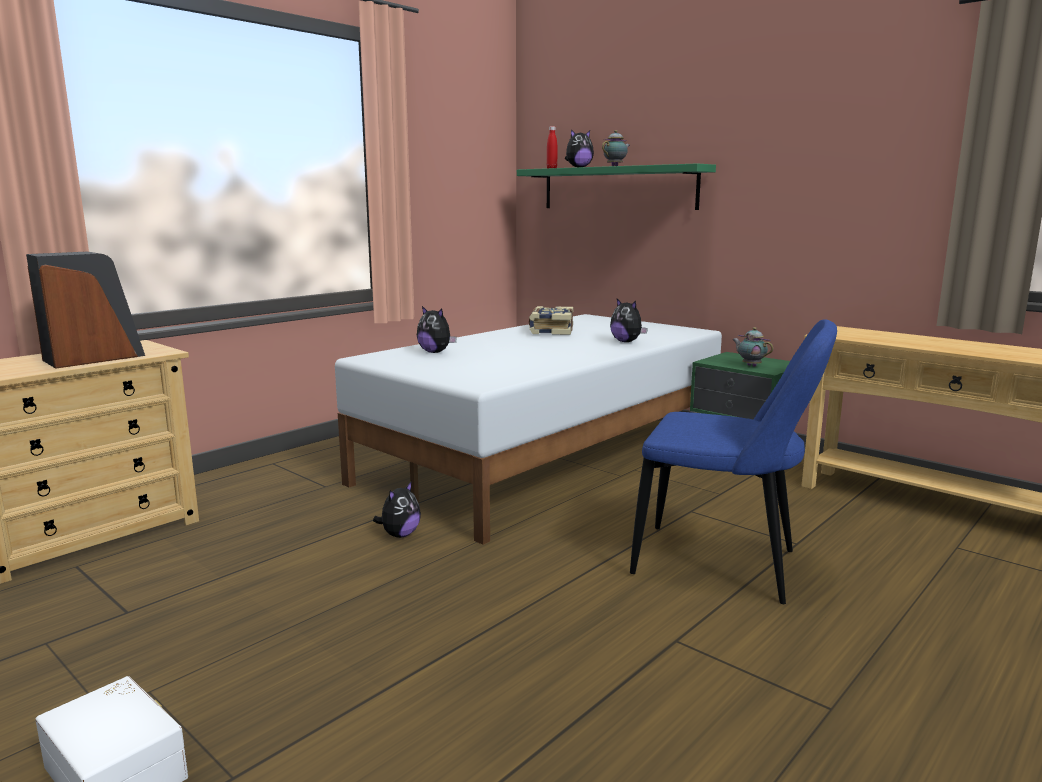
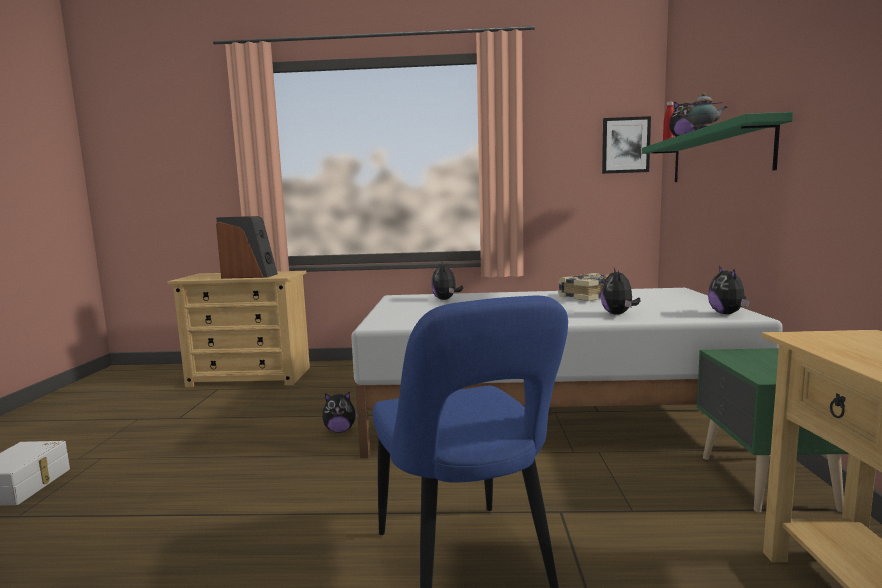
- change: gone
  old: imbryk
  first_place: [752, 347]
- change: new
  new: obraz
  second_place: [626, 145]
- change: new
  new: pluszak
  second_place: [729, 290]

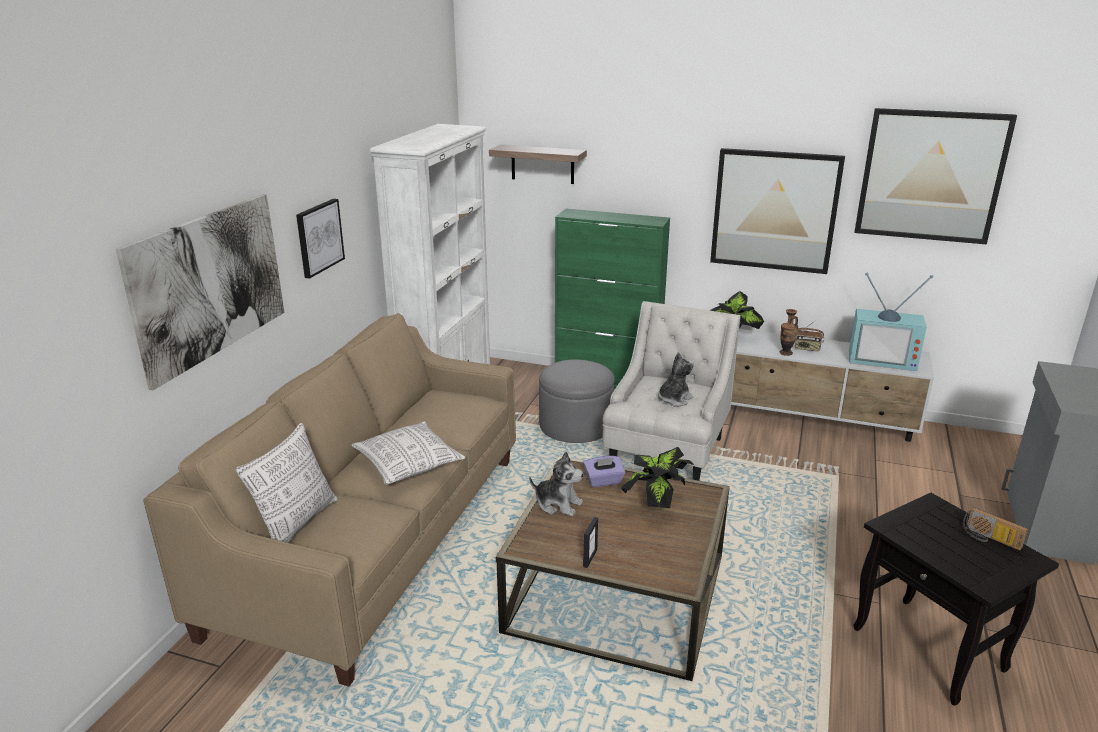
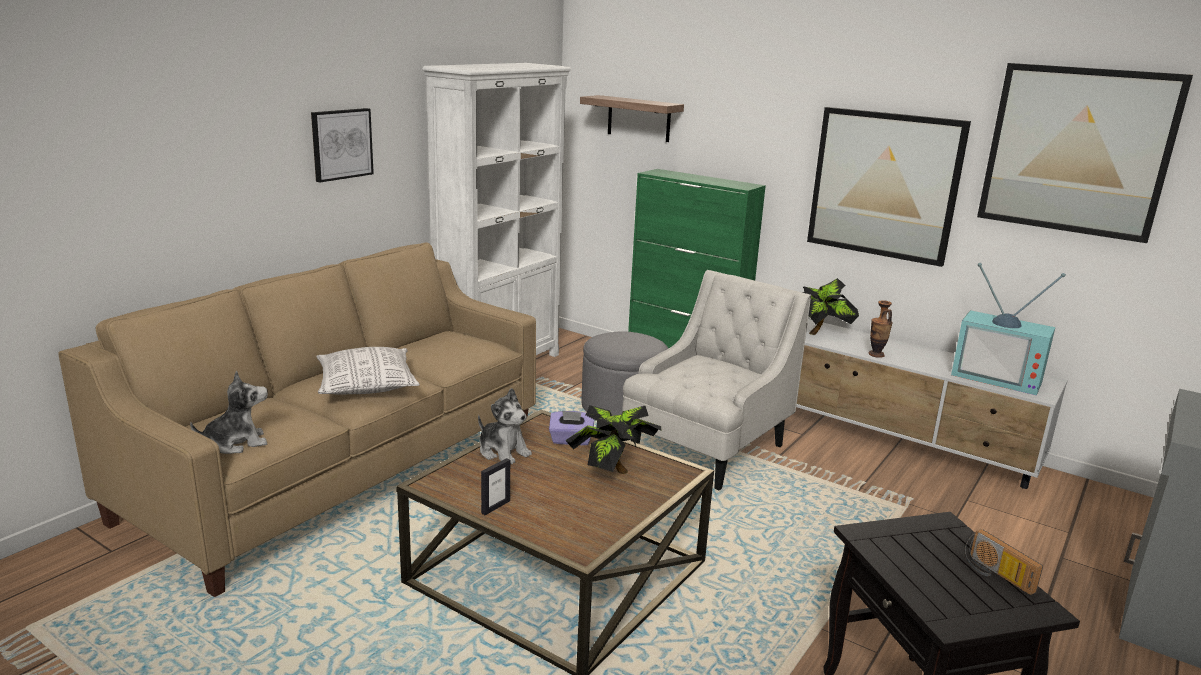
- change: gone
  old: obraz
  first_place: [200, 292]
- change: gone
  old: poduszka
  first_place: [287, 483]
- change: gone
  old: radio
  first_place: [809, 335]
- change: shifted
  old: pluszak
  first_place: [676, 379]
  second_place: [229, 412]

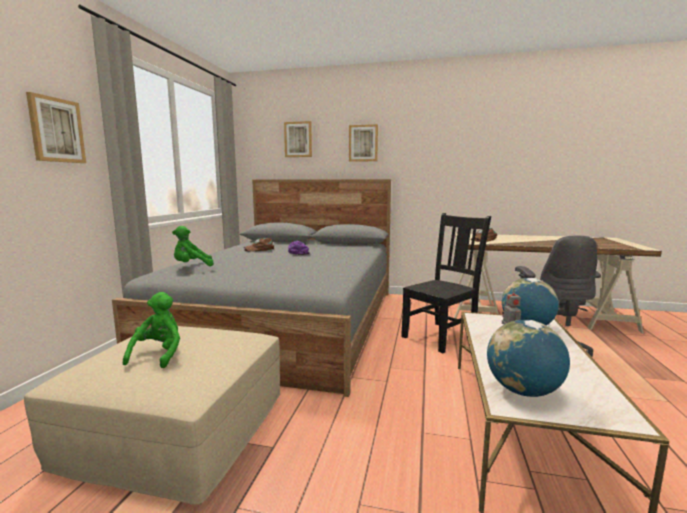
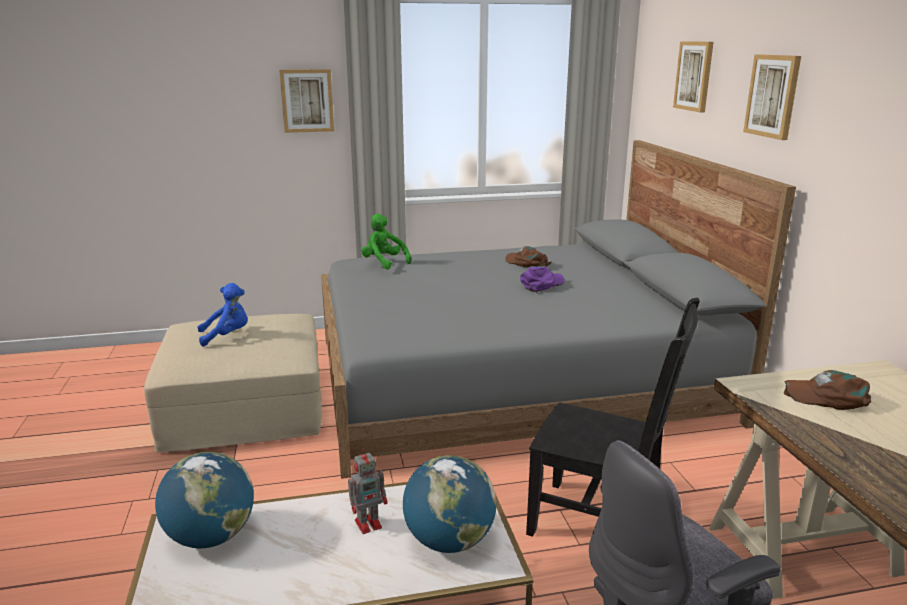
- change: repainted
  old: pluszak [zielony]
  new: pluszak [niebieski]
  first_place: [151, 330]
  second_place: [222, 315]

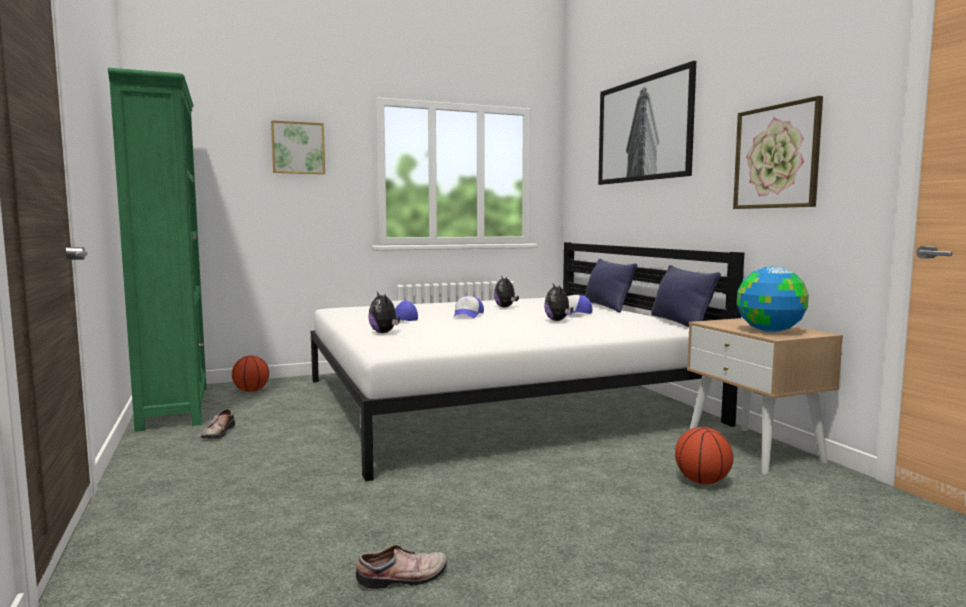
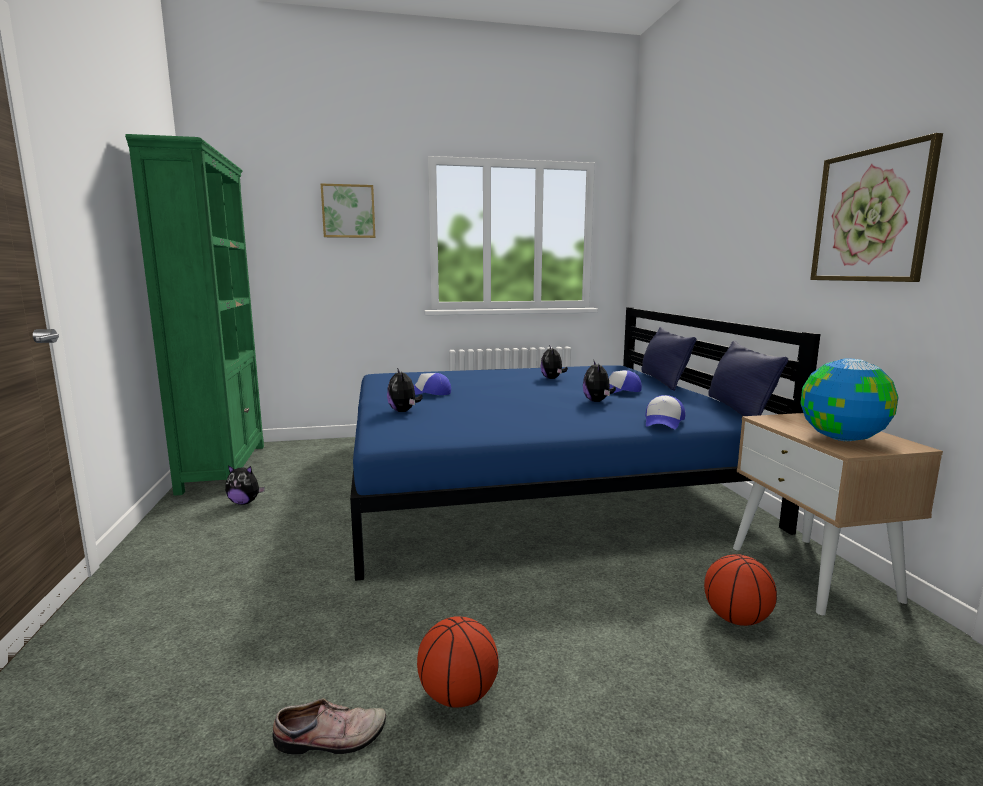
- change: gone
  old: obraz
  first_place: [647, 123]
- change: shifted
  old: piłka do koszykówki
  first_place: [250, 373]
  second_place: [458, 662]
- change: shifted
  old: czapka z daszkiem
  first_place: [469, 307]
  second_place: [665, 412]
- change: swapped
  old: but
  new: pluszak
  first_place: [218, 424]
  second_place: [245, 485]
- change: repainted
  old: łóżko [biały]
  new: łóżko [niebieski]
  first_place: [527, 361]
  second_place: [585, 444]

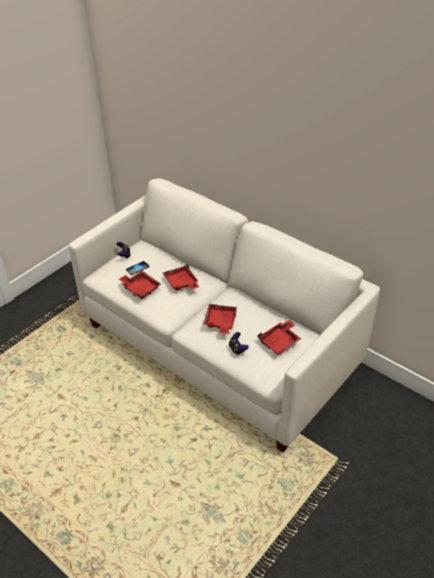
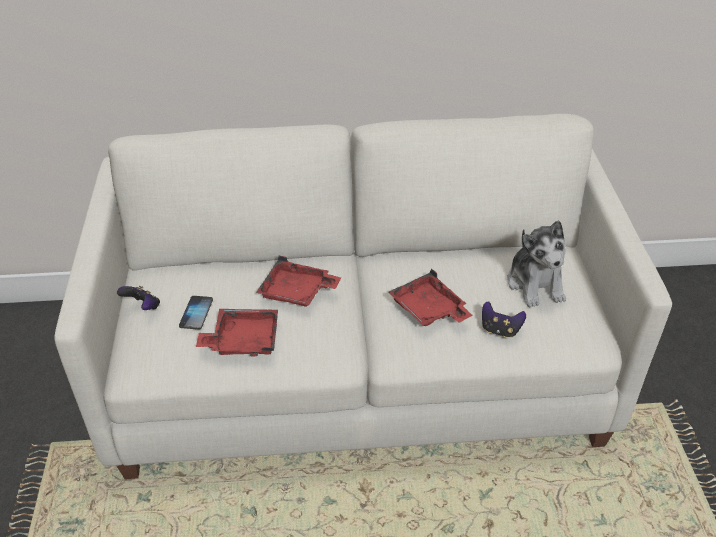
- change: swapped
  old: taca [czerwony]
  new: pluszak
  first_place: [279, 337]
  second_place: [537, 264]

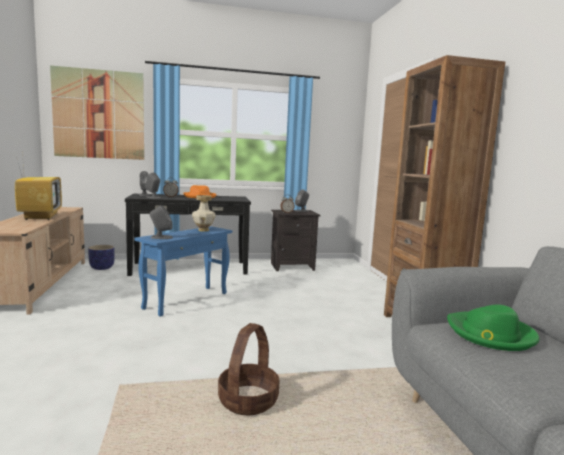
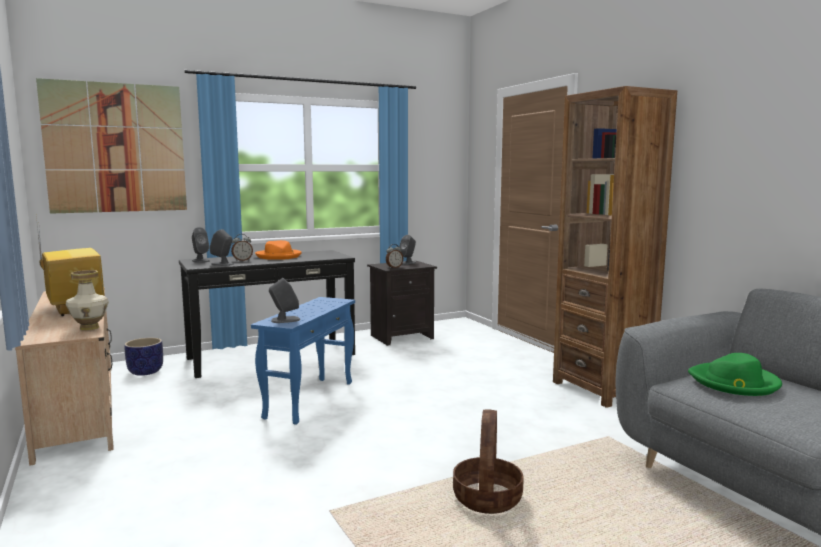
- change: shifted
  old: wazon
  first_place: [204, 213]
  second_place: [87, 300]

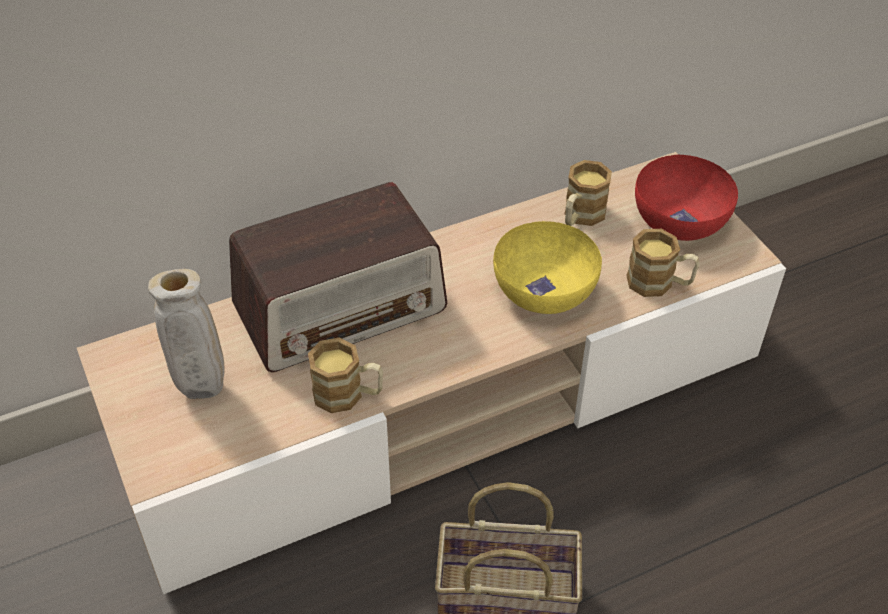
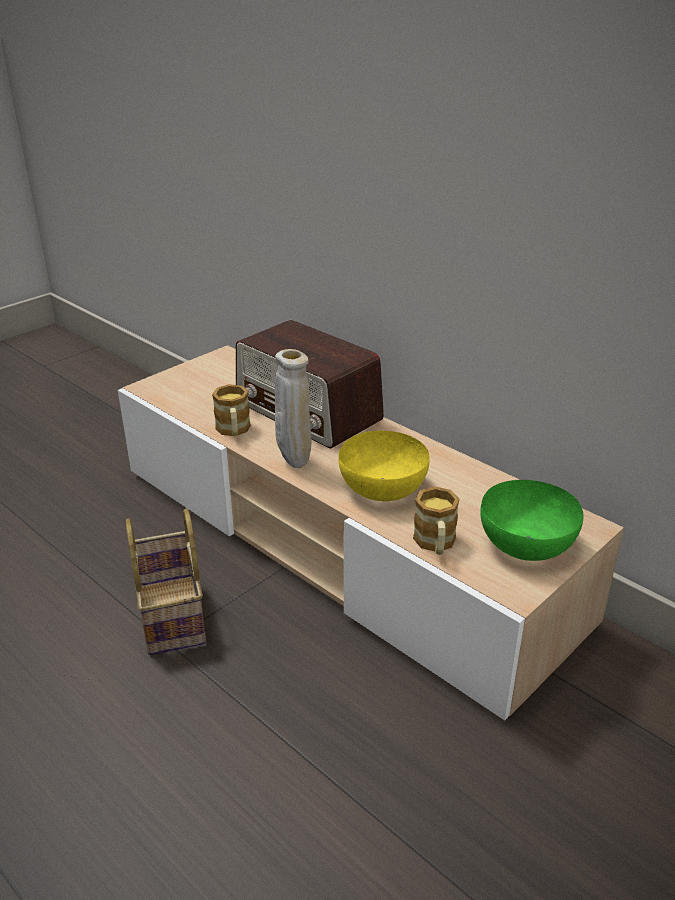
- change: gone
  old: kubek
  first_place: [588, 193]
- change: shifted
  old: wazon [beżowy]
  first_place: [186, 334]
  second_place: [293, 408]
- change: repainted
  old: miska [czerwony]
  new: miska [zielony]
  first_place: [686, 198]
  second_place: [532, 520]

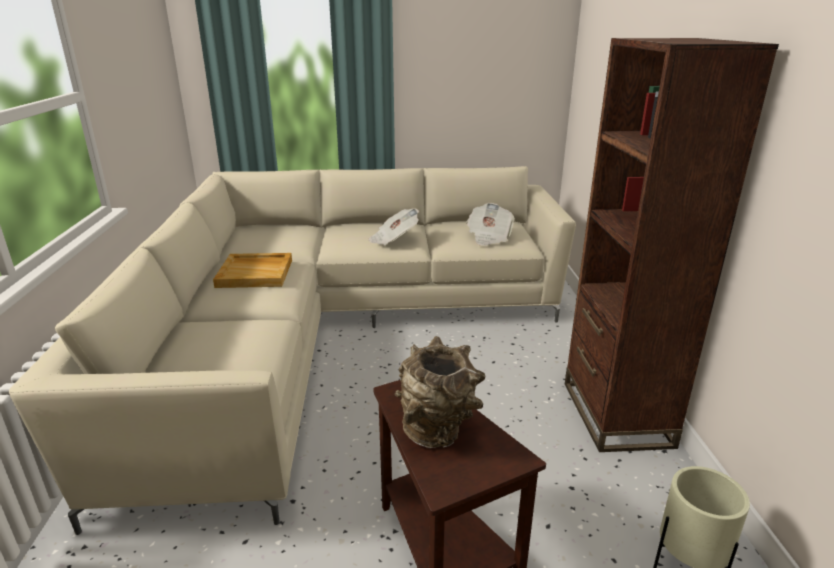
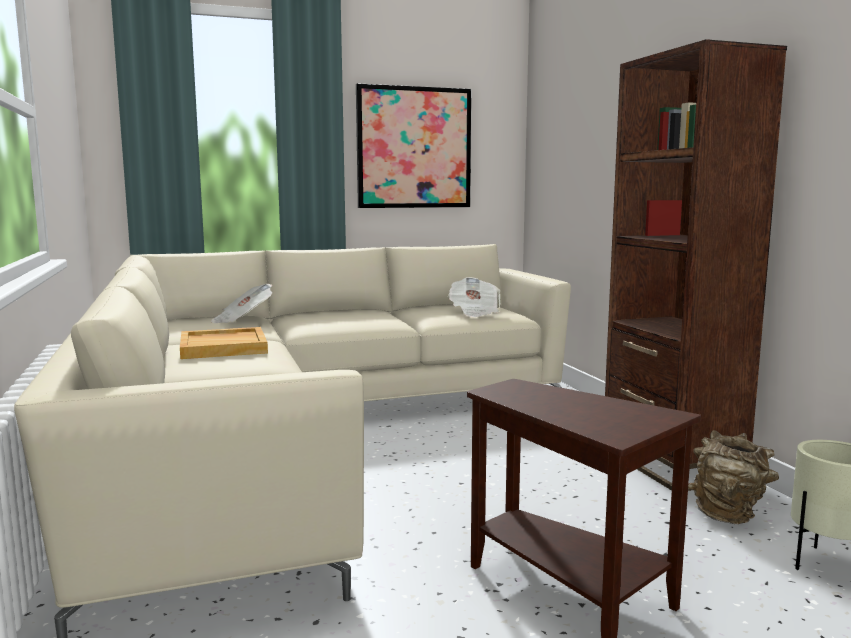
- change: new
  new: obraz
  second_place: [413, 145]
- change: shifted
  old: gazeta
  first_place: [393, 227]
  second_place: [241, 303]
- change: shifted
  old: wazon [brązowy]
  first_place: [440, 392]
  second_place: [733, 477]

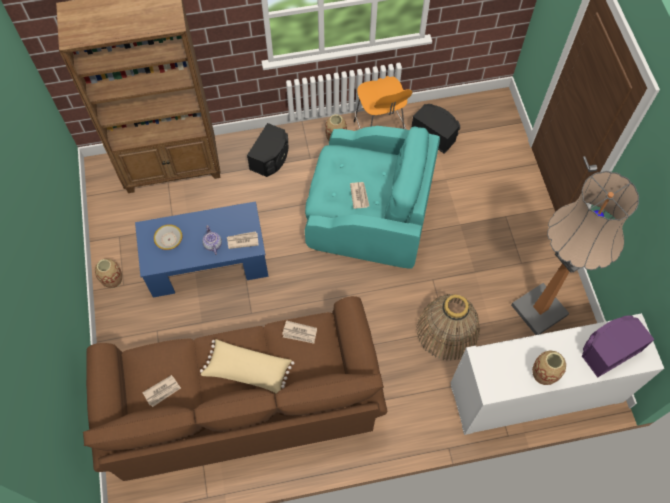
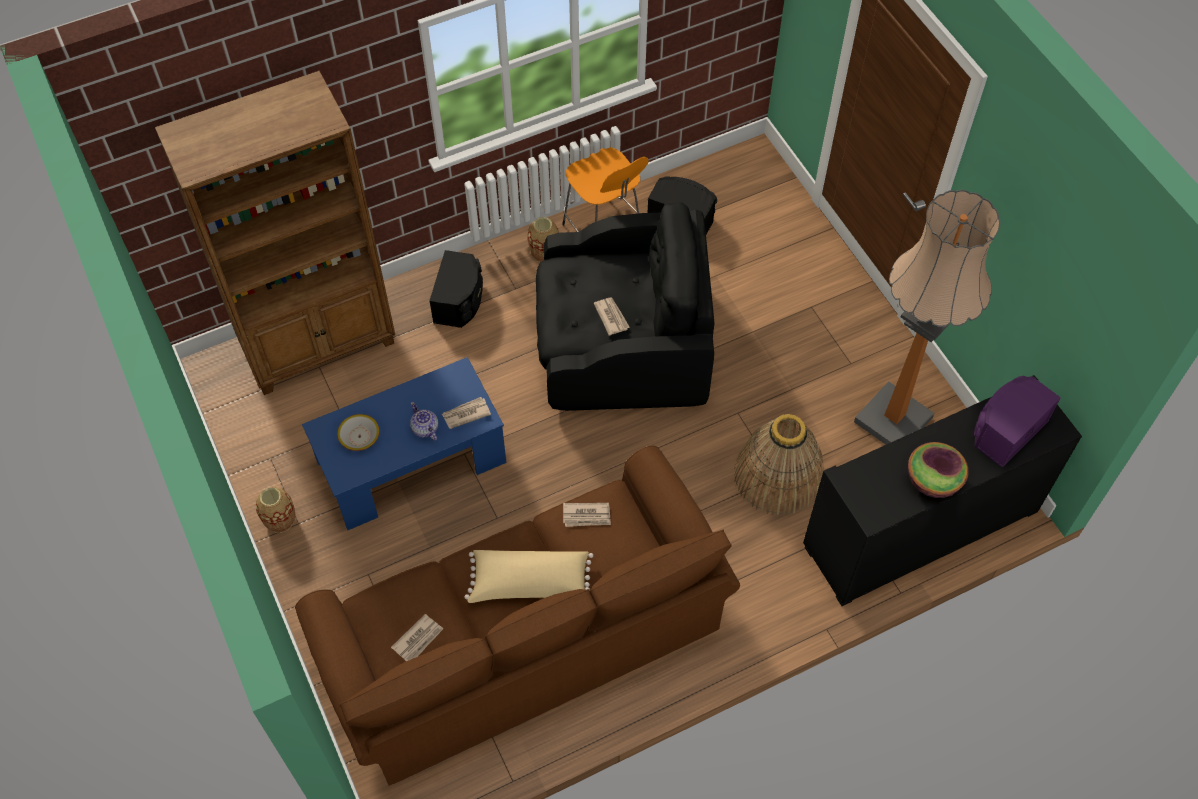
- change: swapped
  old: wazon
  new: miska
  first_place: [549, 367]
  second_place: [938, 470]
- change: repainted
  old: fotel [turkusowy]
  new: fotel [czarny]
  first_place: [372, 197]
  second_place: [625, 306]
- change: repainted
  old: szafka [biały]
  new: szafka [czarny]
  first_place: [557, 374]
  second_place: [942, 490]

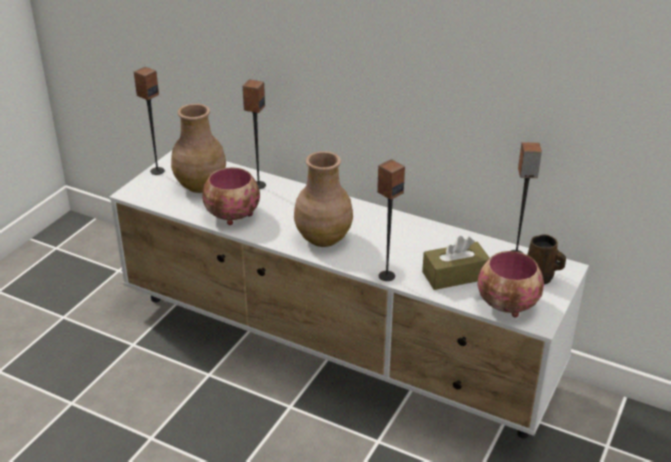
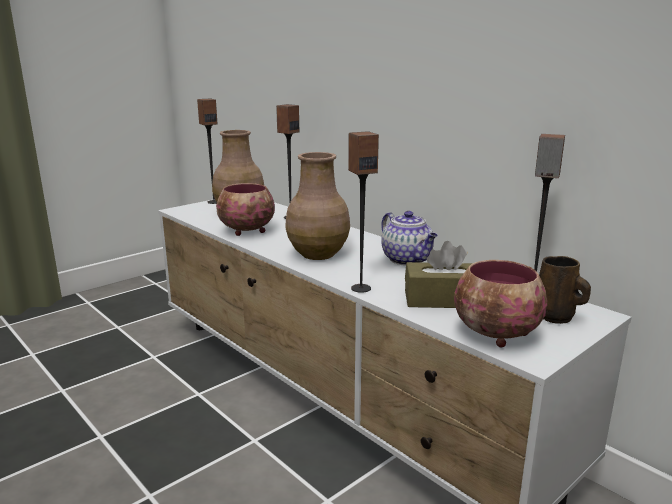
- change: new
  new: imbryk
  second_place: [409, 238]

